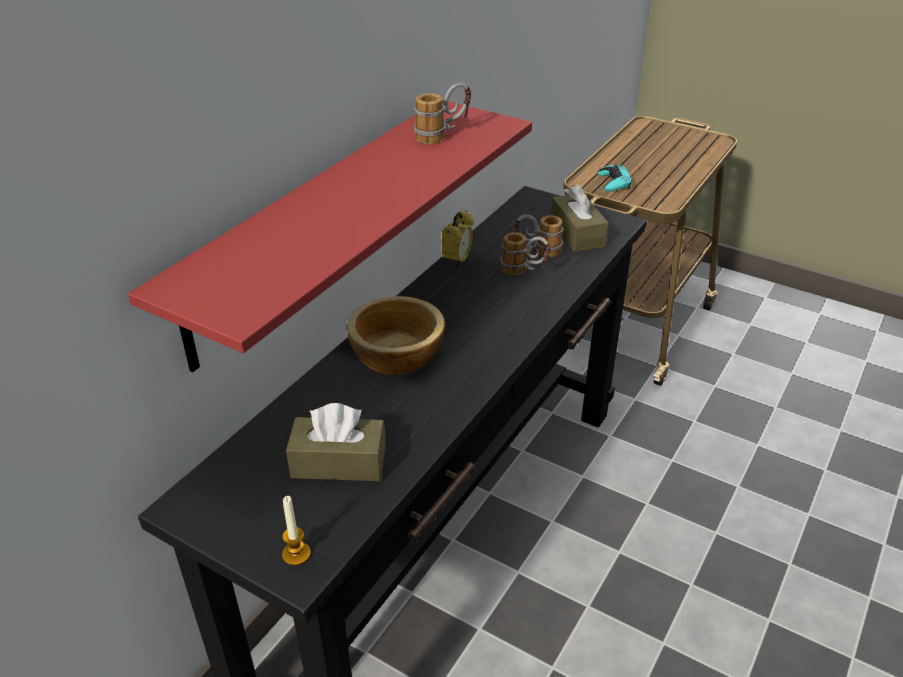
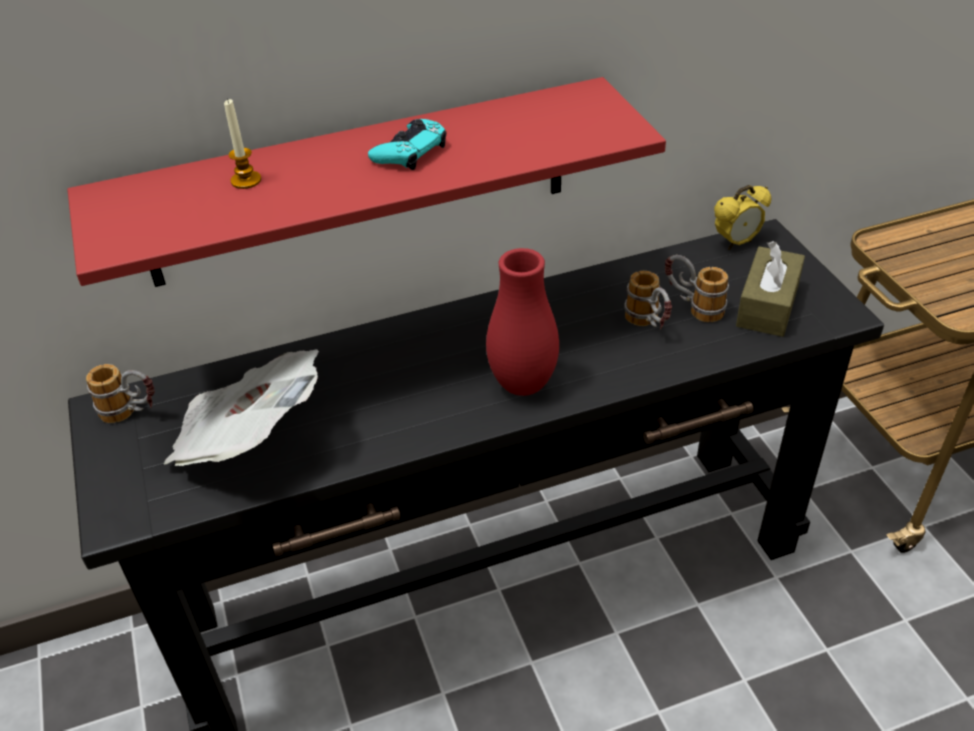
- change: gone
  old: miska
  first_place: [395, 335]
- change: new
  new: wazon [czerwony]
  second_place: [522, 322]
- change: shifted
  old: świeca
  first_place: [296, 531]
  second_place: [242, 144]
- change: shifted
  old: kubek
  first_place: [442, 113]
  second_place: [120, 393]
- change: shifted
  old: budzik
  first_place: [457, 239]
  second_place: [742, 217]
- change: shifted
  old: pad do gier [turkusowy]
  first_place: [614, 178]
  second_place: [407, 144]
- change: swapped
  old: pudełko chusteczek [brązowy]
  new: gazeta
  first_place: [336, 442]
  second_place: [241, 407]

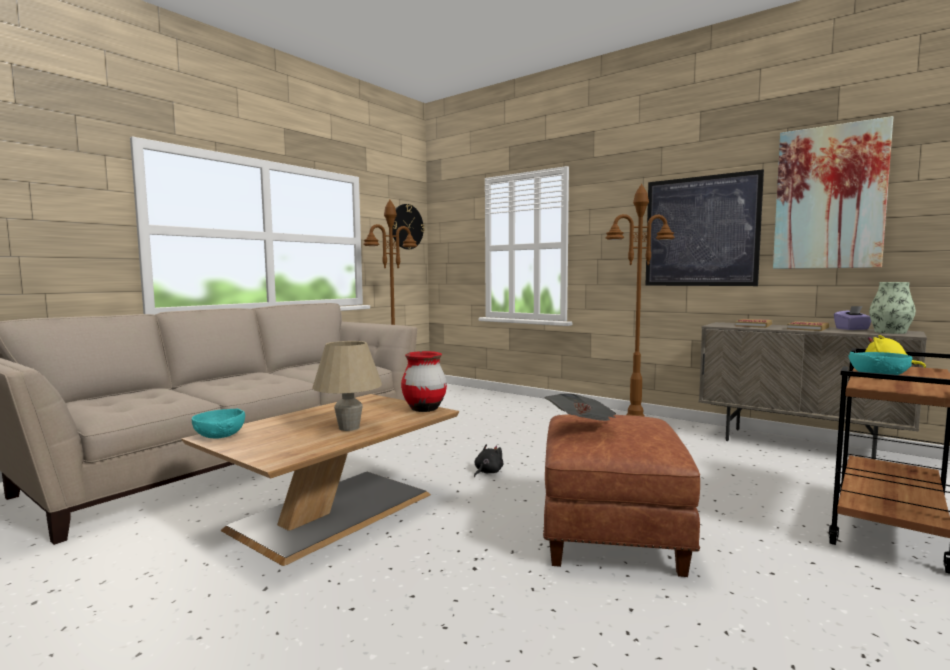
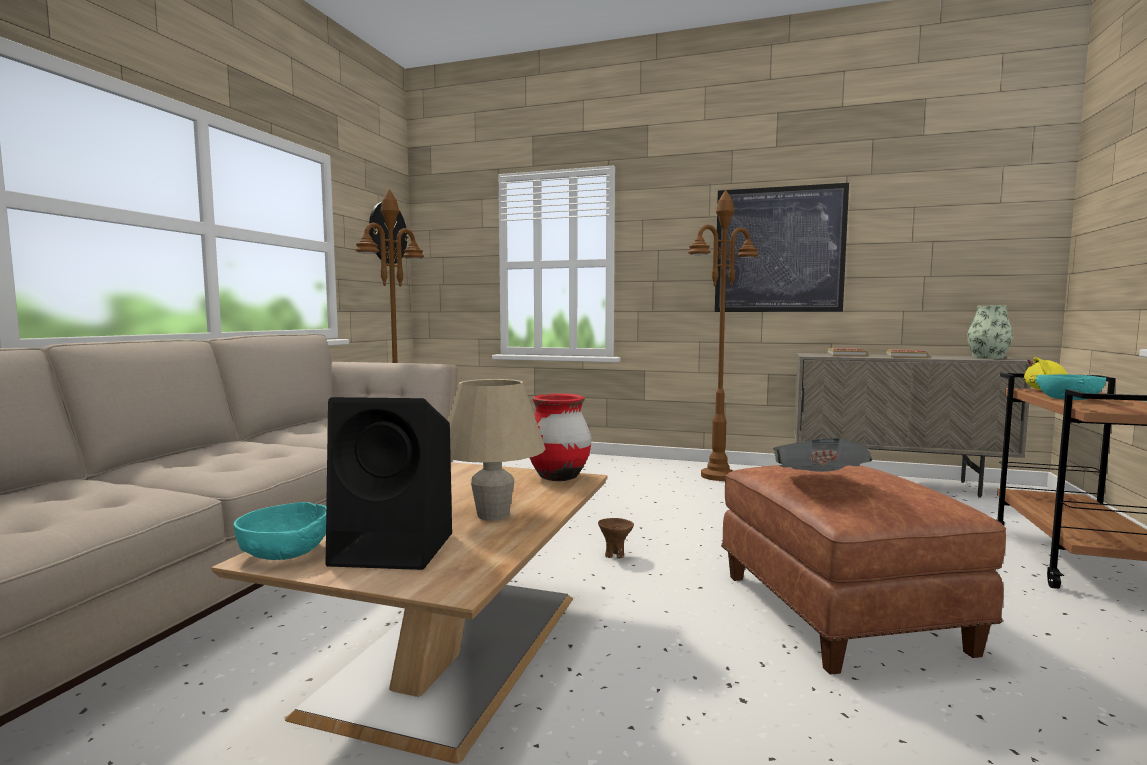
- change: gone
  old: obraz
  first_place: [833, 192]
- change: gone
  old: pudełko chusteczek [fioletowy]
  first_place: [853, 318]
- change: new
  new: głośnik [czarny]
  second_place: [389, 483]
- change: swapped
  old: pluszak [czarny]
  new: miska [brązowy]
  first_place: [488, 460]
  second_place: [616, 538]

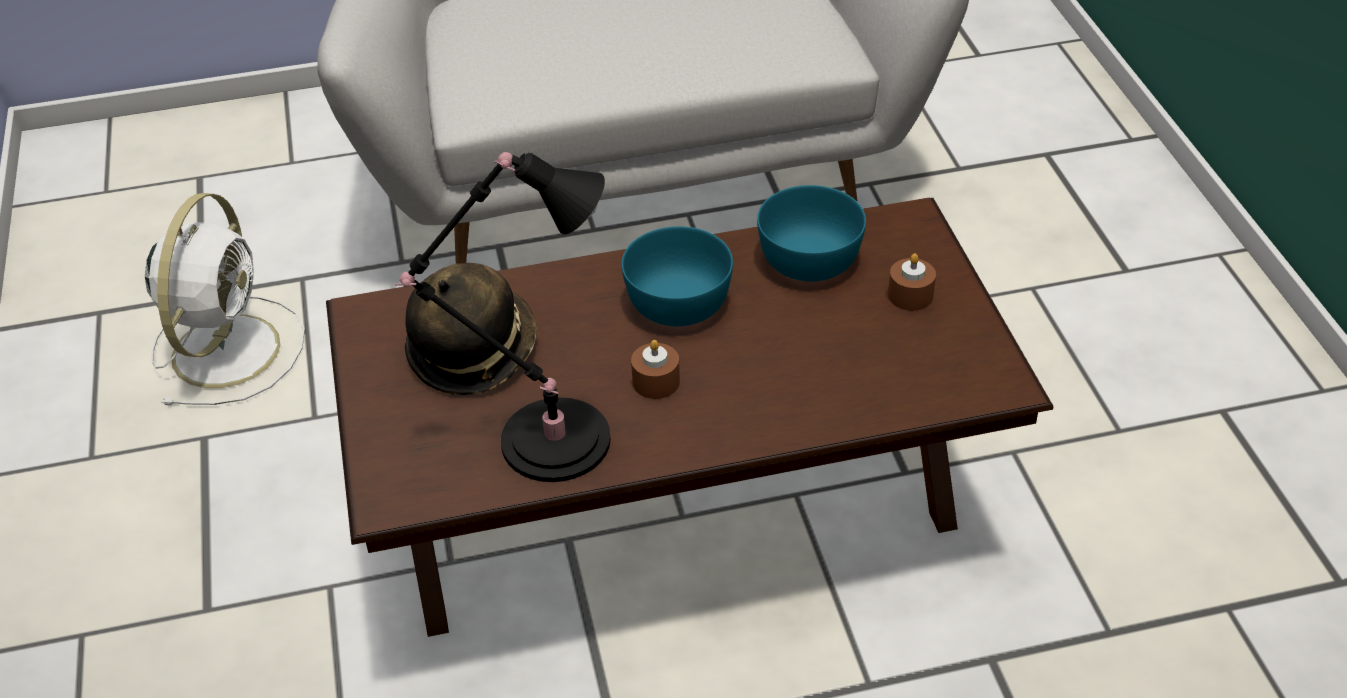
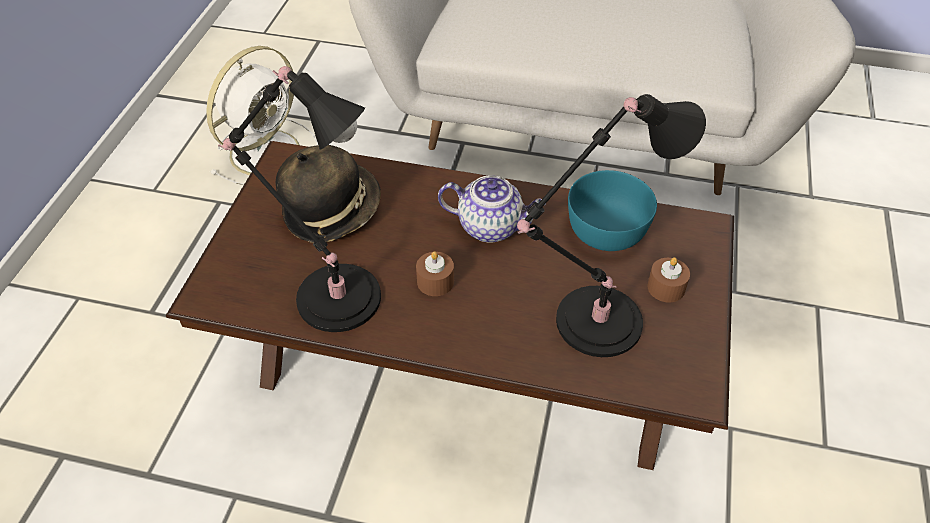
- change: new
  new: lampa stołowa [czarny]
  second_place: [611, 225]
- change: swapped
  old: miska [turkusowy]
  new: imbryk
  first_place: [677, 276]
  second_place: [490, 208]

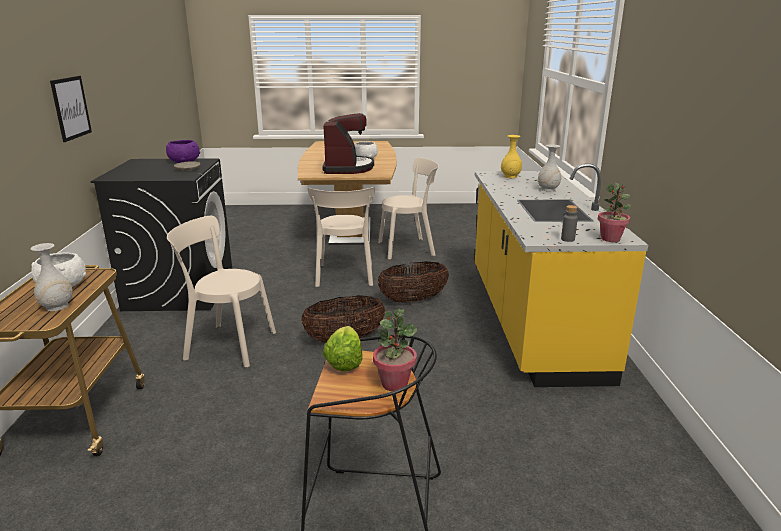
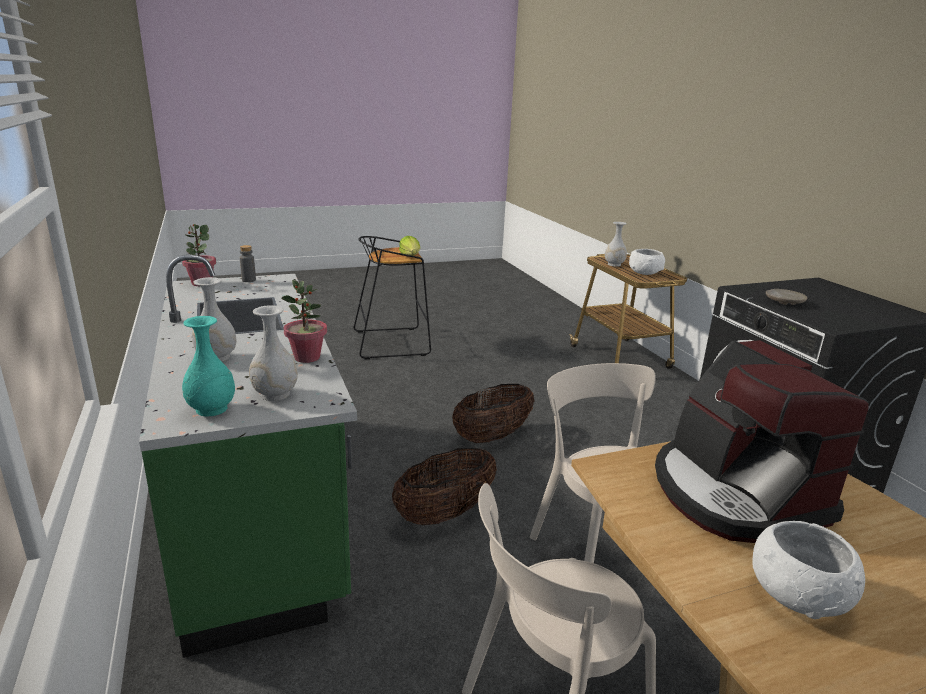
- change: gone
  old: obraz
  first_place: [71, 109]
- change: gone
  old: miska [fioletowy]
  first_place: [183, 151]
- change: gone
  old: krzesło [beżowy]
  first_place: [221, 291]
- change: new
  new: wazon [turkusowy]
  second_place: [208, 366]
- change: shifted
  old: roślina doniczkowa
  first_place: [395, 350]
  second_place: [304, 321]
- change: repainted
  old: zabudowa kuchenna [żółty]
  new: zabudowa kuchenna [zielony]
  first_place: [561, 275]
  second_place: [248, 456]
- change: repainted
  old: wazon [żółty]
  new: wazon [biały]
  first_place: [511, 156]
  second_place: [273, 353]

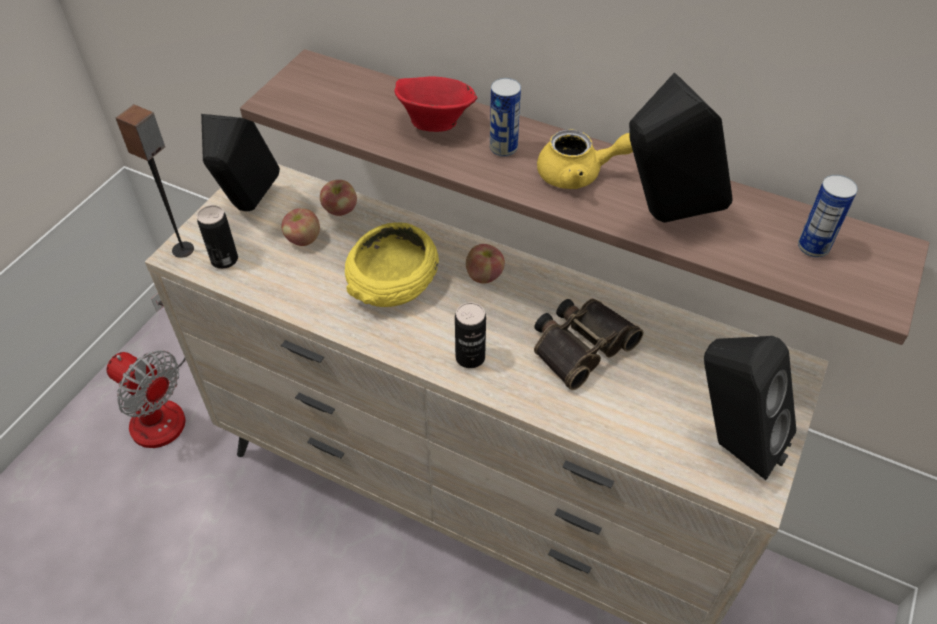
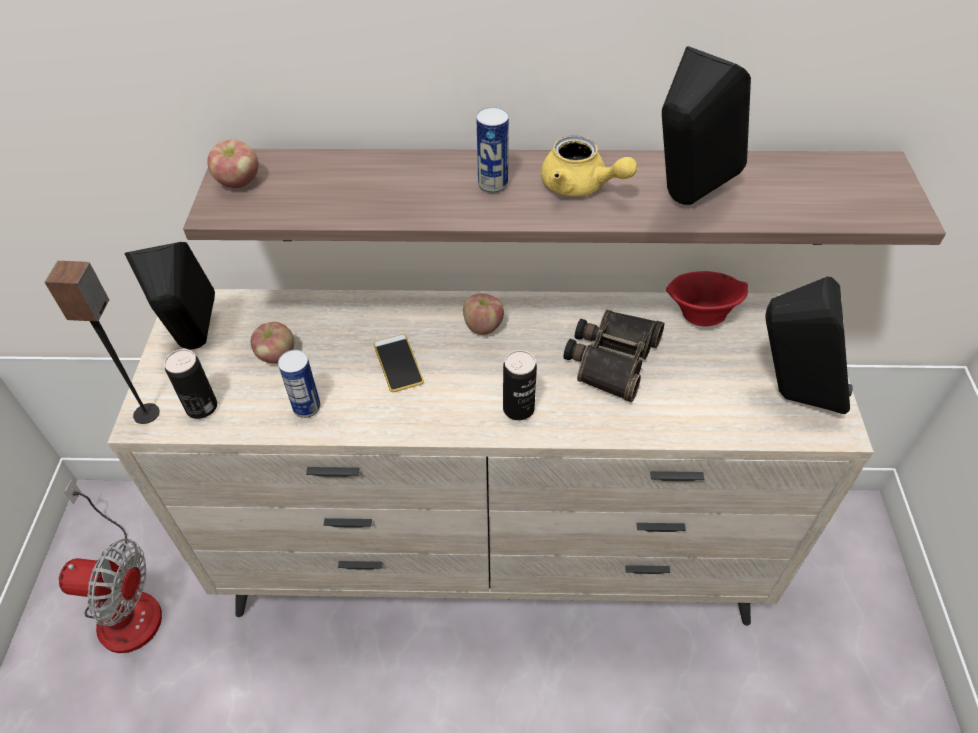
- change: shifted
  old: jabłko
  first_place: [338, 198]
  second_place: [233, 164]
- change: shifted
  old: miska [czerwony]
  first_place: [435, 104]
  second_place: [707, 298]
- change: shifted
  old: puszka
  first_place: [828, 216]
  second_place: [299, 384]
- change: swapped
  old: miska [żółty]
  new: telefon
  first_place: [392, 264]
  second_place: [399, 363]
- change: rotated
  old: imbryk [żółty]
  first_place: [585, 159]
  second_place: [589, 166]
  degrees: 60

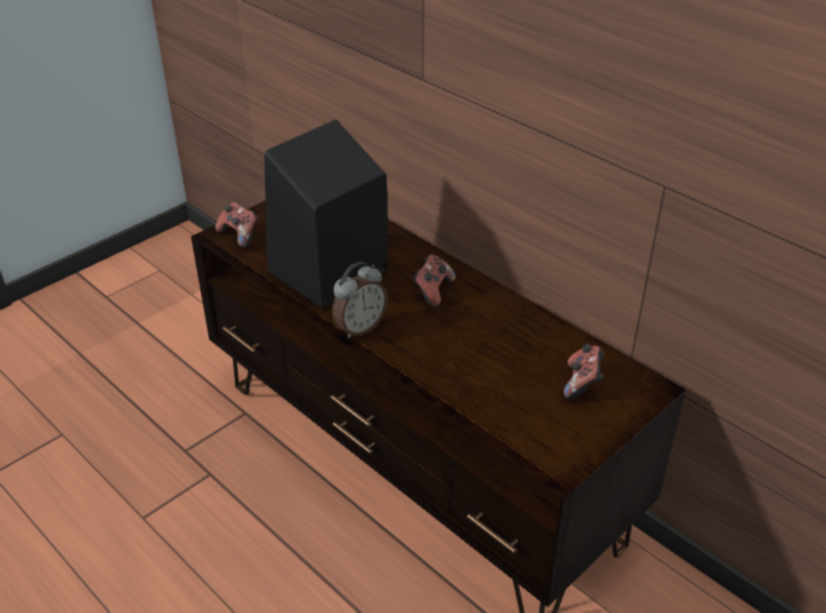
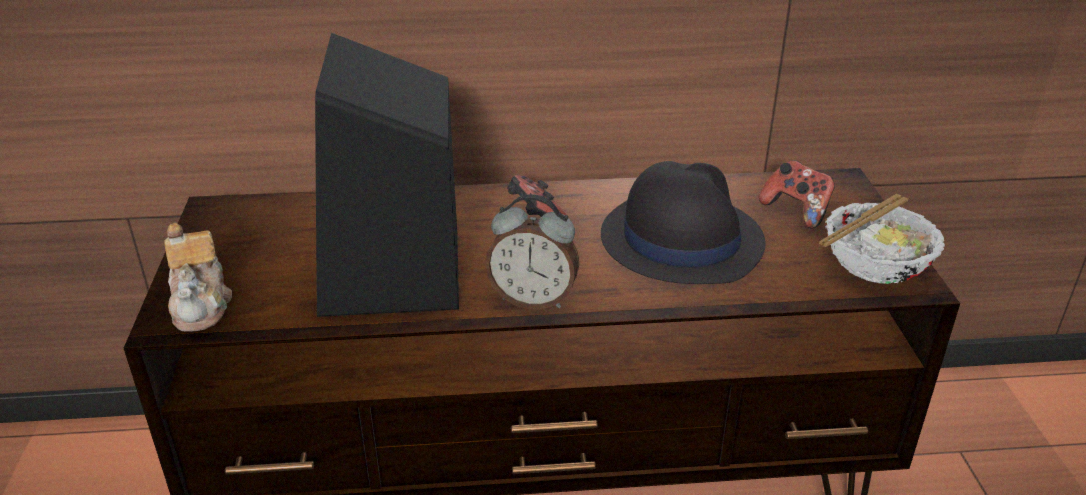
- change: new
  new: kapelusz [czarny]
  second_place: [683, 222]
- change: new
  new: miska
  second_place: [882, 239]
- change: swapped
  old: pad do gier
  new: imbryk
  first_place: [236, 225]
  second_place: [198, 277]
- change: rotated
  old: budzik
  first_place: [360, 300]
  second_place: [532, 251]
  degrees: 105

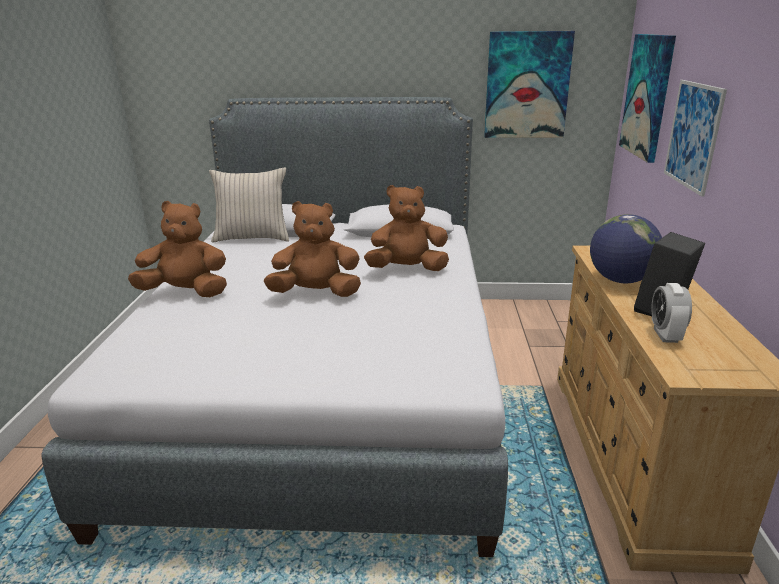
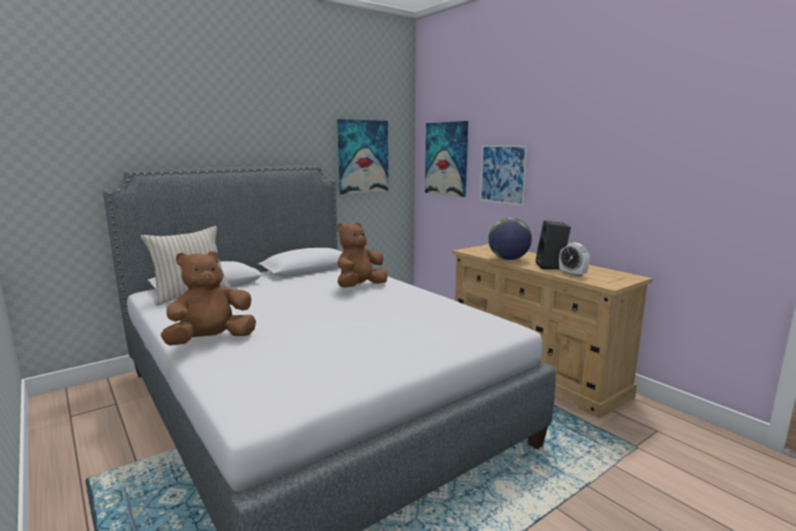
- change: gone
  old: pluszak [brązowy]
  first_place: [312, 249]

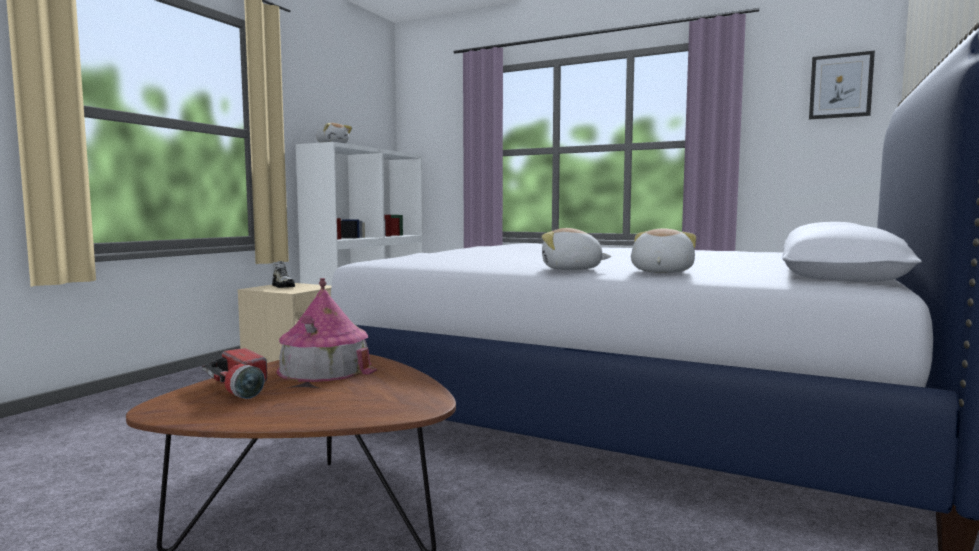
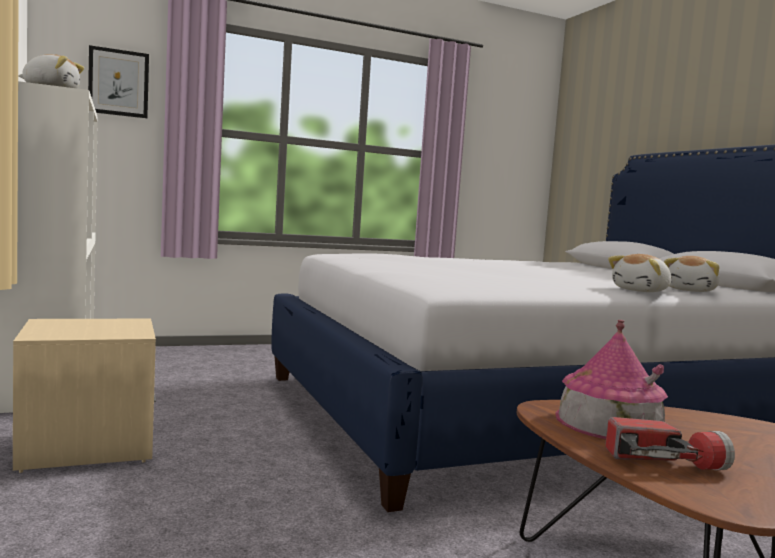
- change: gone
  old: but
  first_place: [283, 274]
- change: shifted
  old: obraz
  first_place: [842, 85]
  second_place: [118, 81]
- change: rotated
  old: pluszak
  first_place: [663, 250]
  second_place: [691, 274]
  degrees: -120

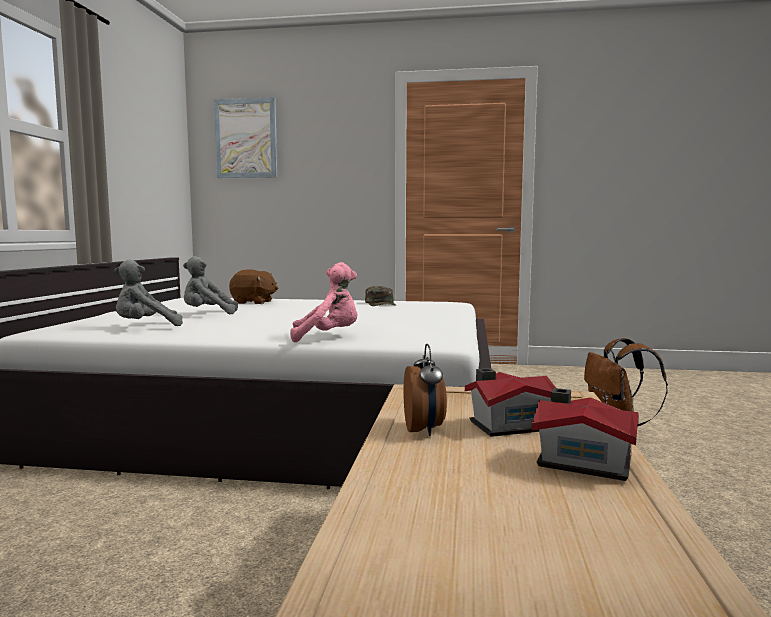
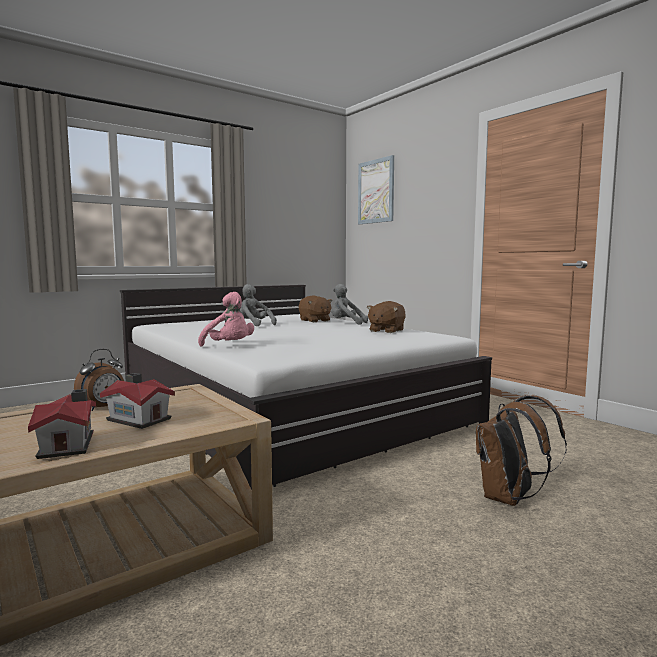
- change: shifted
  old: pluszak [szary]
  first_place: [148, 293]
  second_place: [350, 304]
- change: swapped
  old: czapka z daszkiem [zielony]
  new: pluszak [brązowy]
  first_place: [380, 296]
  second_place: [386, 317]

